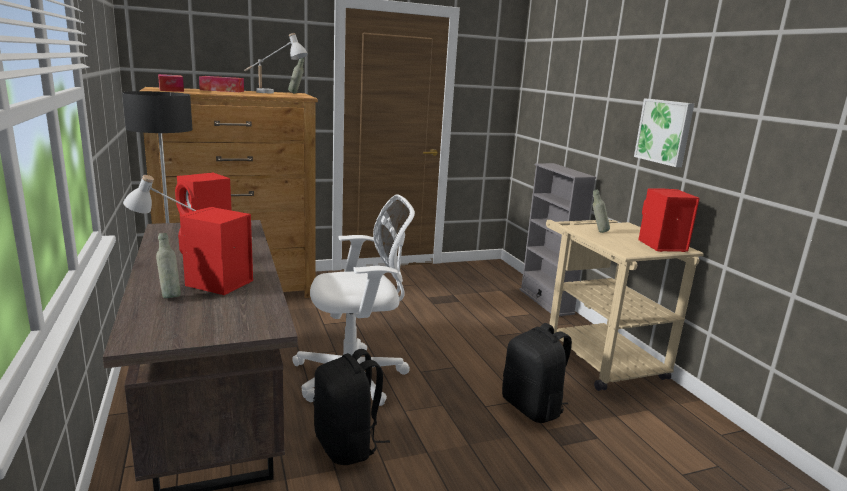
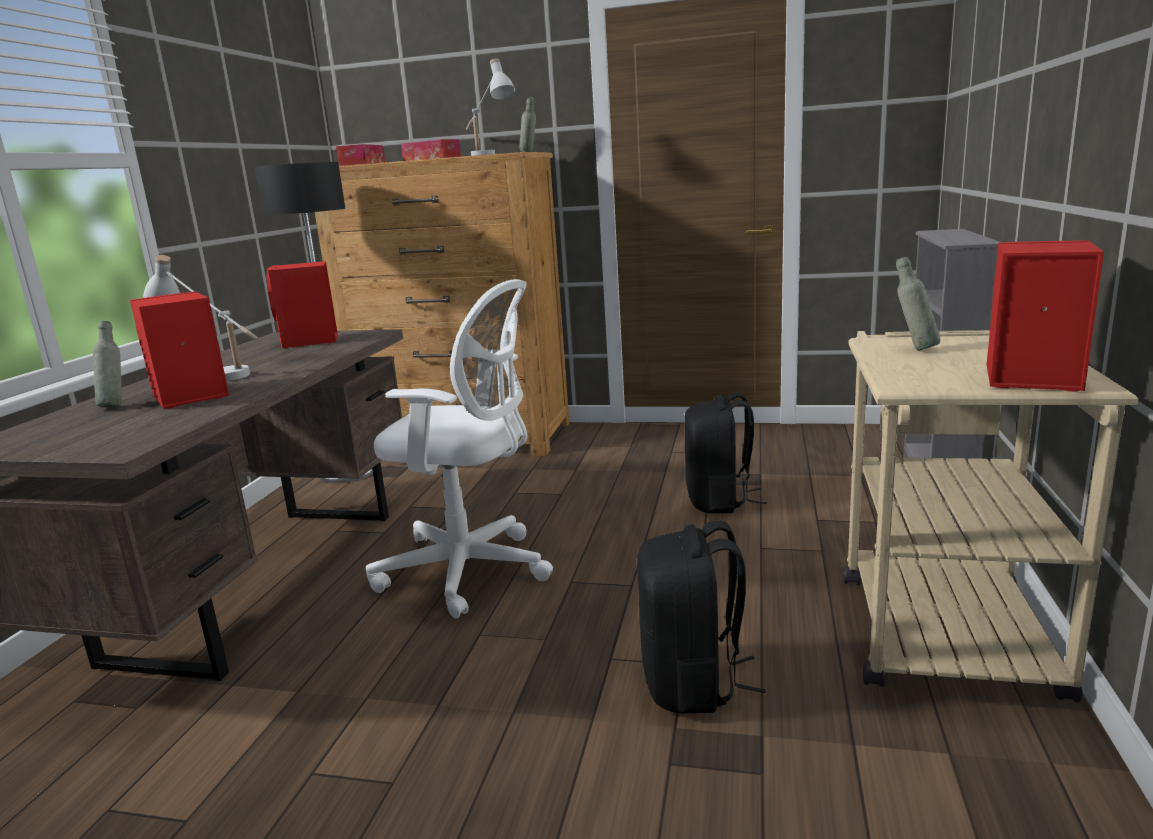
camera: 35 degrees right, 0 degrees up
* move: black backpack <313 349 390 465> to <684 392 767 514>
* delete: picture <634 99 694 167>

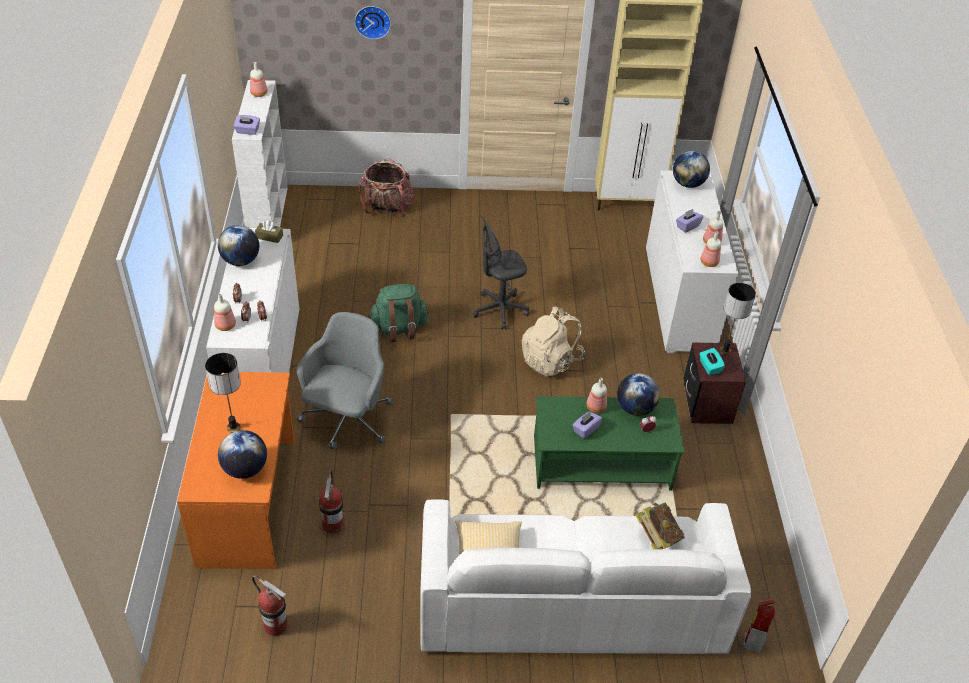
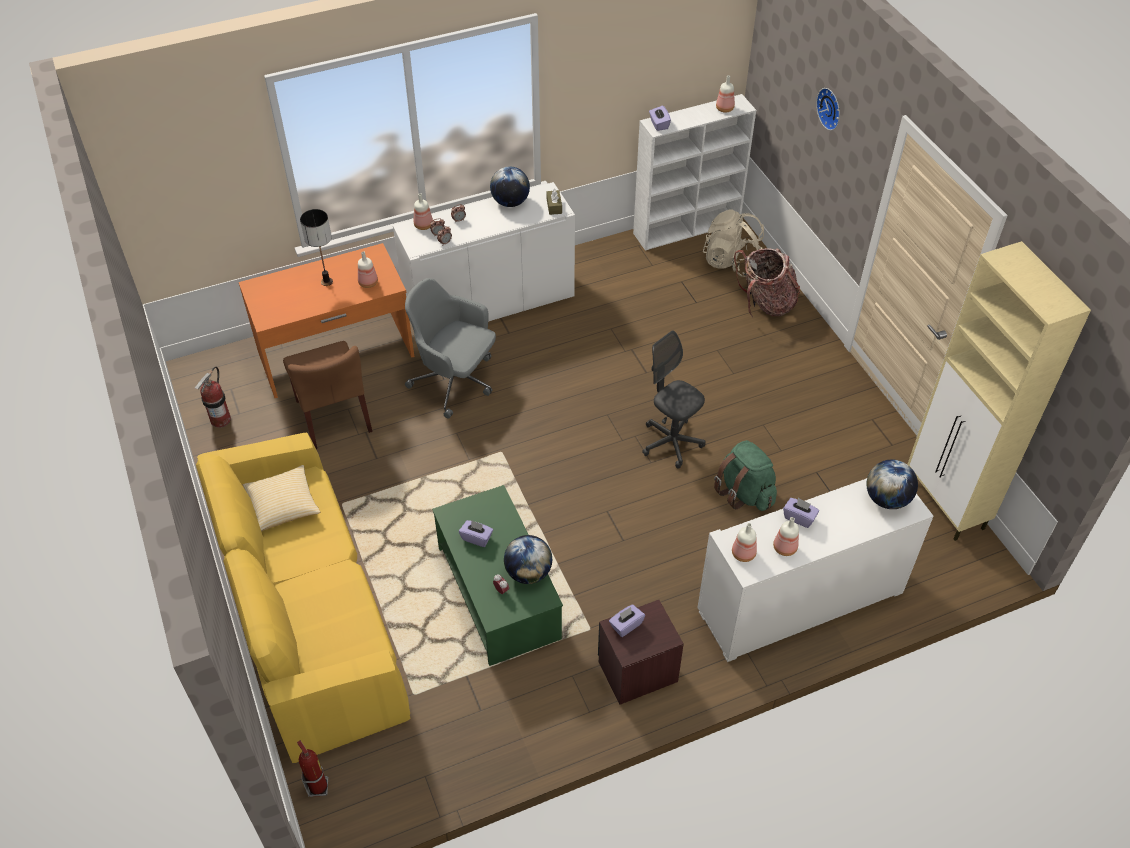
camera: 70 degrees right, 5 degrees up
* recolor: white sofa <420 500 751 654> to yellow sofa <196 433 411 763>
* replace: fire extinguisher <319 469 344 534> to brown chair <283 341 372 449>
* move: bottle <586 378 607 413> to <358 251 378 288>
* rotate: grey office chair <297 312 393 450> = <405 278 496 418> 150 degrees counterclockwise
* recolor: turquoise tissue box <699 348 725 375> to purple tissue box <609 604 645 637>
* move: beige backpack <522 307 585 377> to <703 209 764 277>
* move: green backpack <368 284 428 342> to <714 440 777 511>
* delete: globe <218 430 267 479>
* delete: book <635 502 685 549>
* delete: table lamp <720 283 756 355>

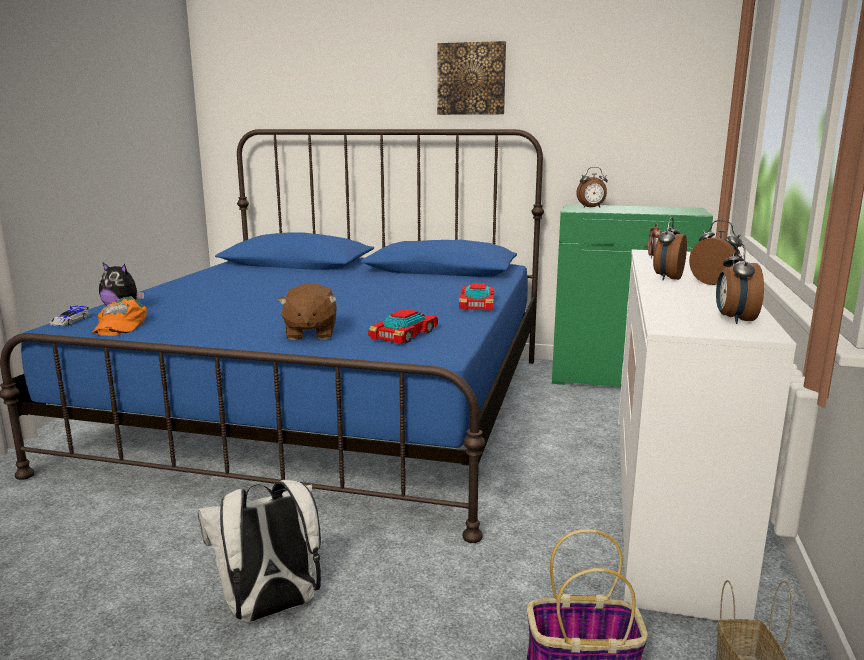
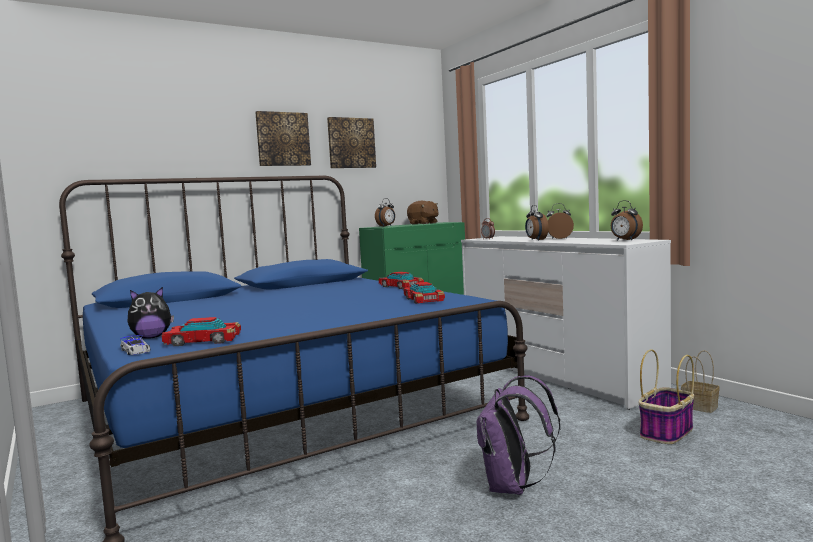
camera: 45 degrees left, 10 degrees down
* replace: orange cap <92 296 147 336> to toy car <162 317 241 346>
* insert: picture <327 117 376 168>
* move: brown plush toy <278 283 337 340> to <407 201 439 224>
* recolor: white backpack <198 480 321 622> to purple backpack <477 375 560 495>

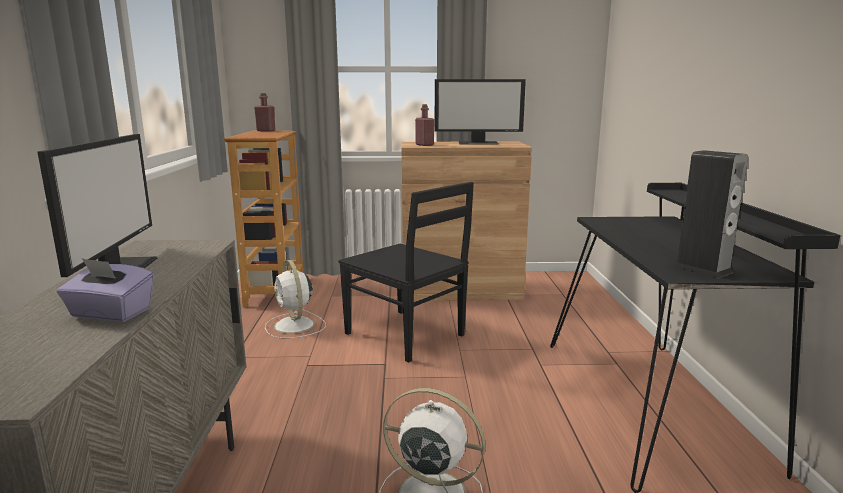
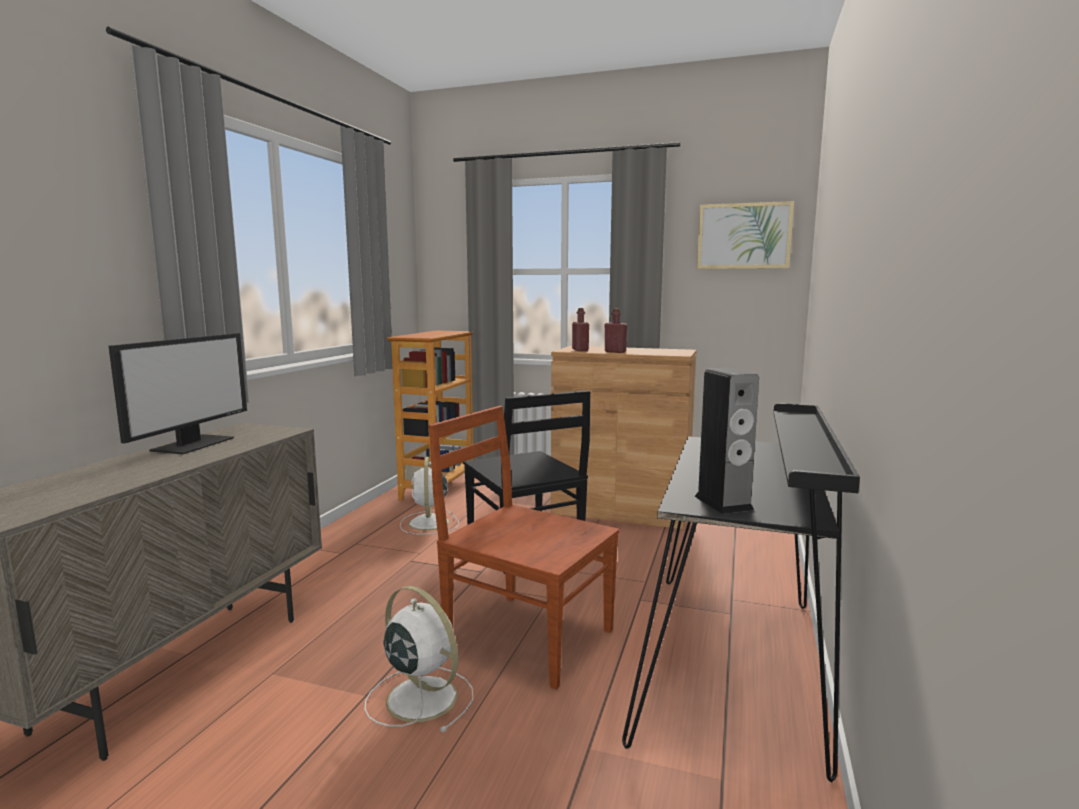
camera: 20 degrees right, 5 degrees down
* insert: brown chair <429 406 620 690>
* move: red bottle <254 93 275 132> to <605 309 627 353>
* insert: picture <697 201 794 269>
* delete: purple tissue box <57 258 154 322>
* delete: monitor <434 79 526 144>

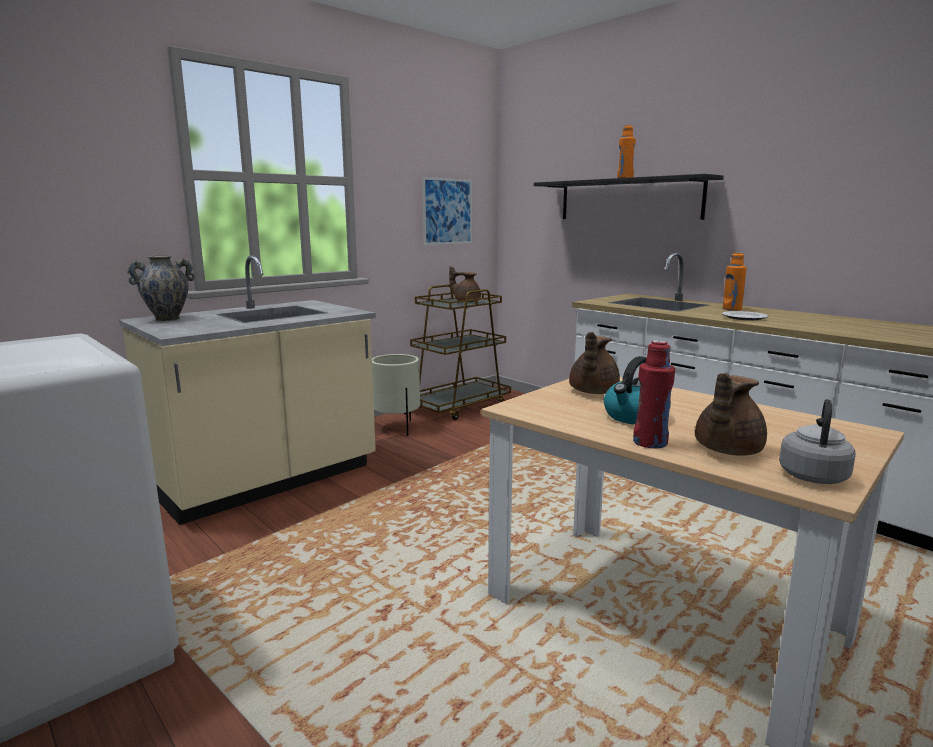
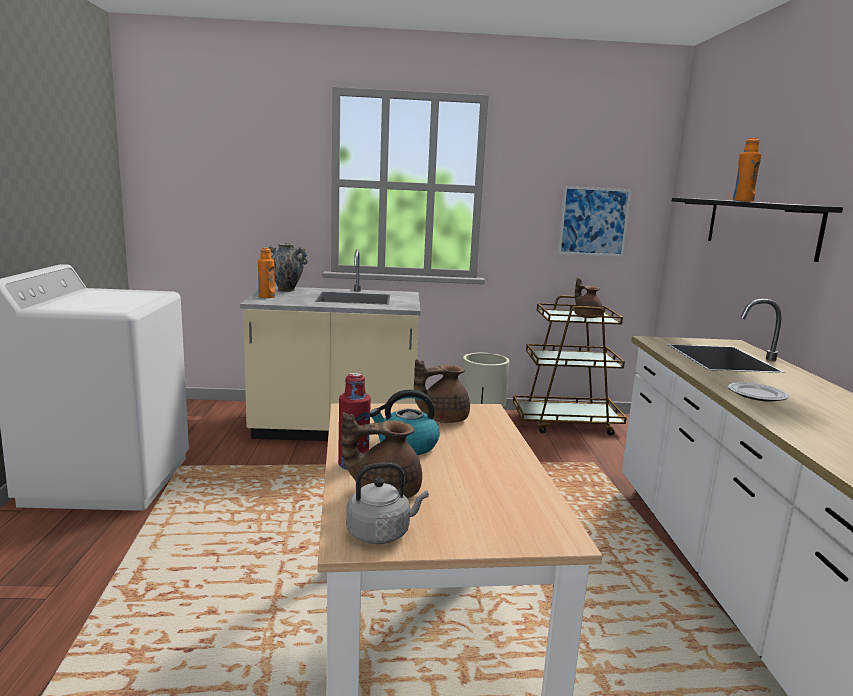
camera: 40 degrees right, 0 degrees up
* move: orange bottle <723 253 747 311> to <258 247 275 298>

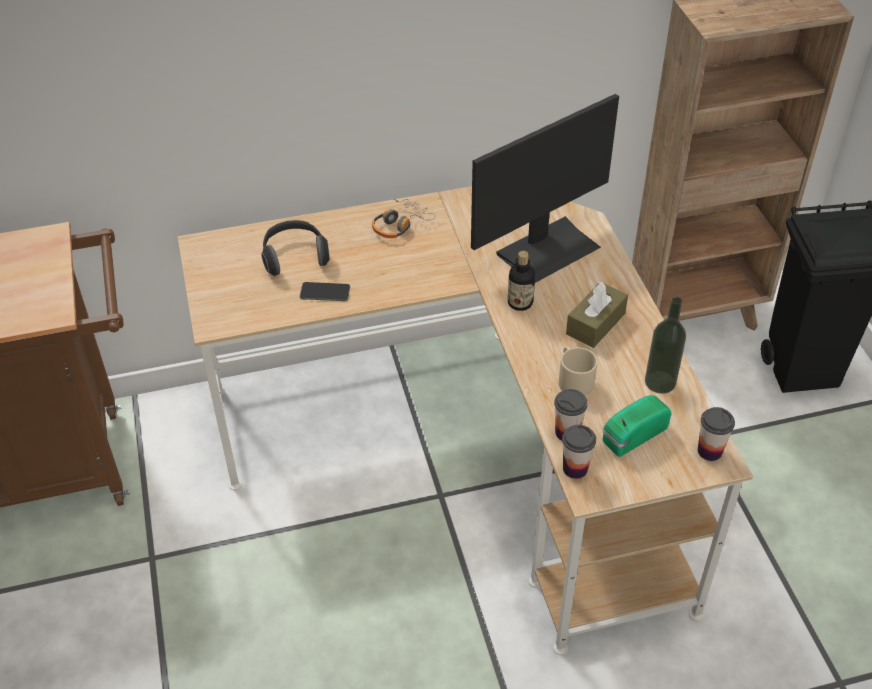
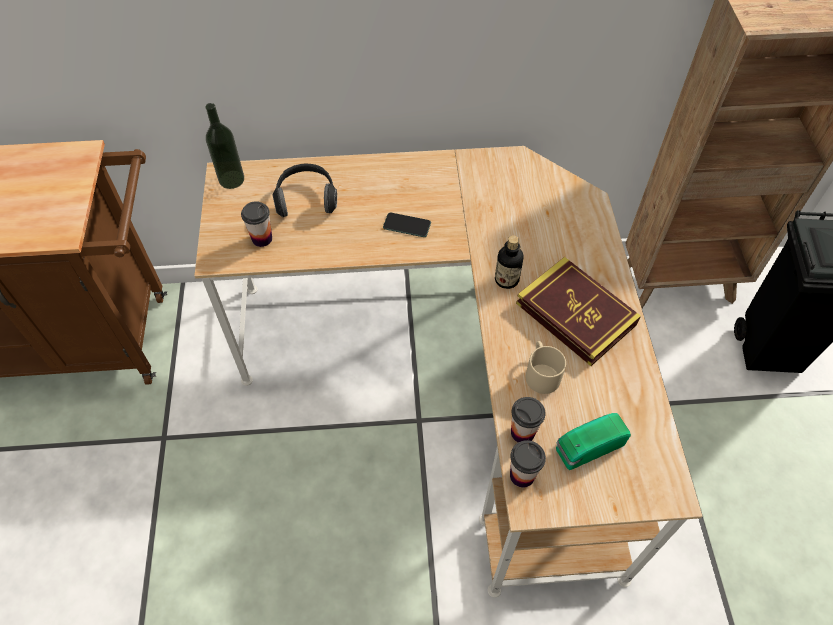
camera: 10 degrees right, 10 degrees up
* move: bottle <645 297 686 394> to <205 103 244 189>
* move: cup <698 407 735 461> to <241 201 272 247>
* move: phone <300 282 350 301> to <383 212 431 237>
* replace: brown tissue box <566 282 628 348> to book <516 257 641 366>
* delete: headphones <372 199 435 238>
* delete: monitor <471 94 619 283>

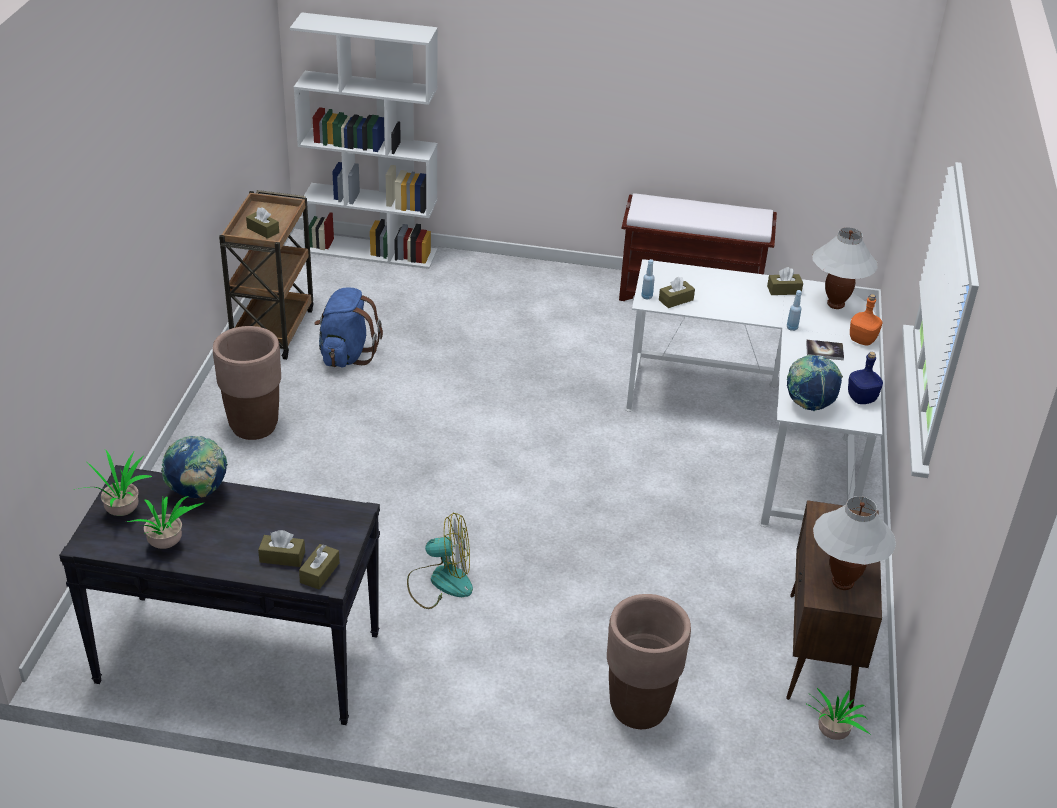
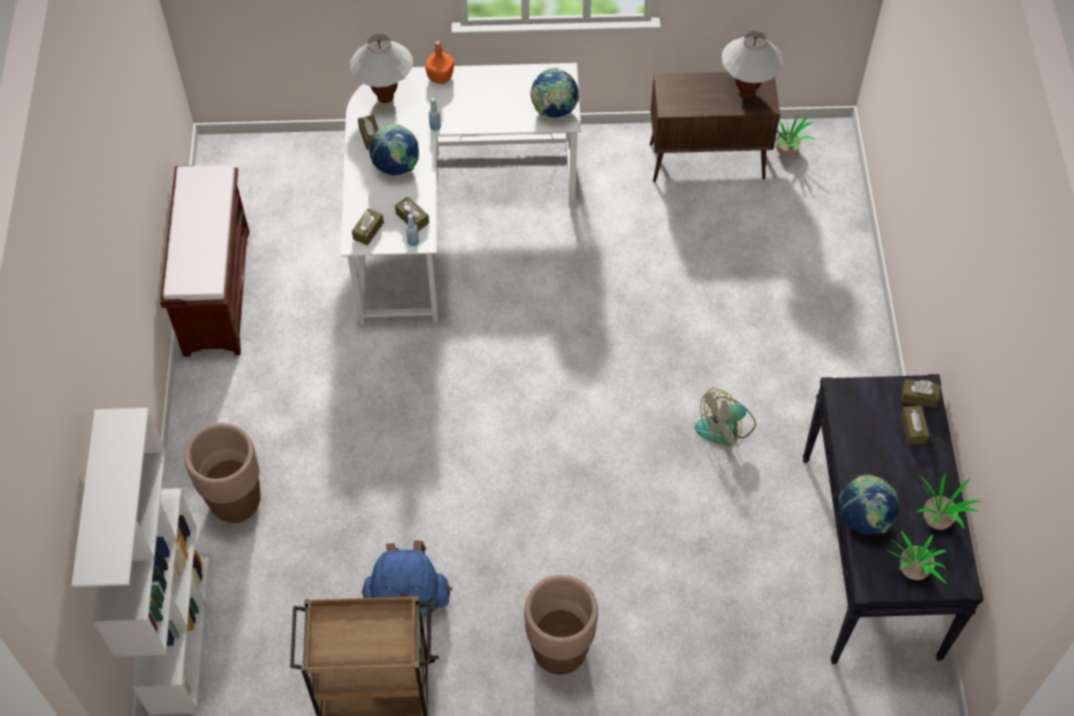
camera: 100 degrees left, 20 degrees up
* move: brown planter <607 594 691 729> to <184 423 261 523>
* move: brown tissue box <246 208 279 239> to <352 208 384 245>
* insert: globe <369 124 419 175>
* rotate: fan <407 512 473 609> = <695 388 756 446> 105 degrees counterclockwise
* delete: book <806 340 844 360>
* delete: blue bottle <848 352 883 404>

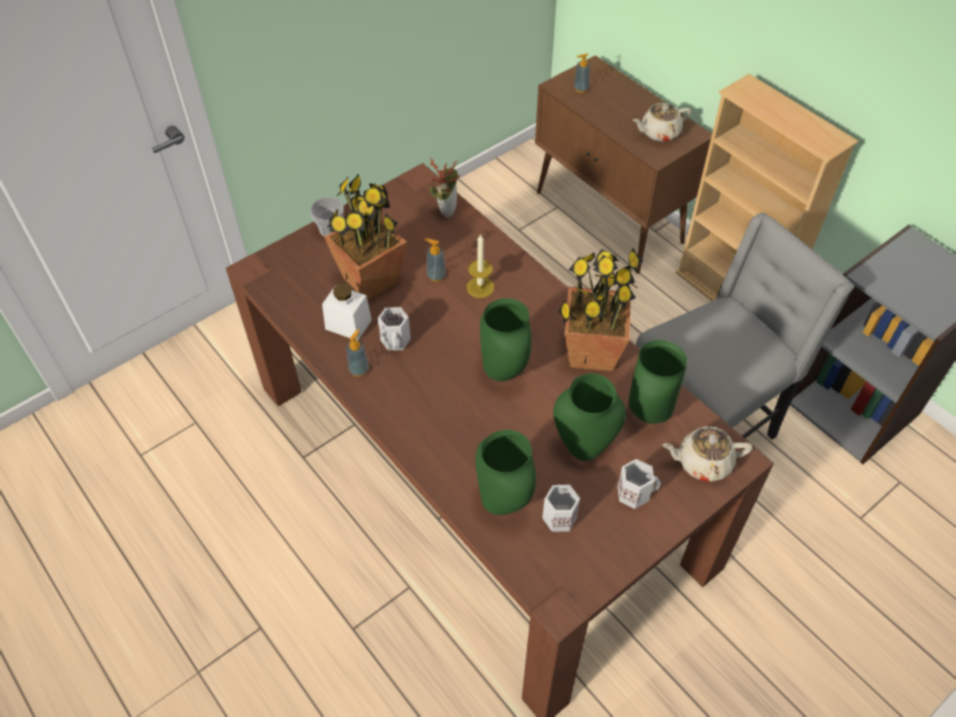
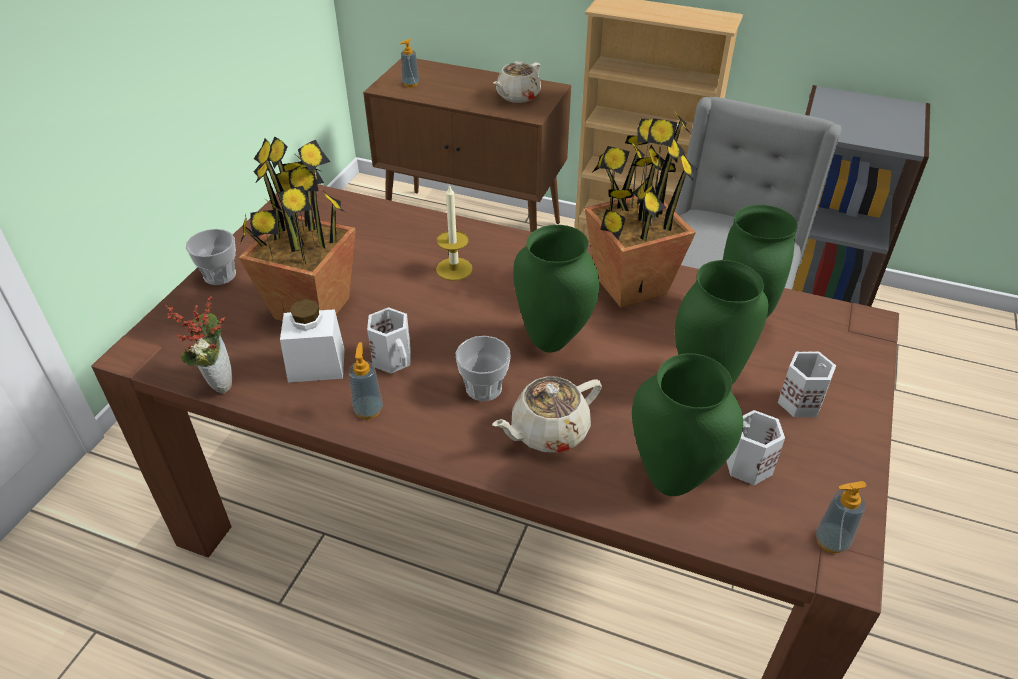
camera: 30 degrees left, 10 degrees down
* move: potted plant <430 157 460 218> to <165 296 232 394>
* insert: cup <456 336 511 401>
* move: beige teapot <662 426 753 482> to <492 376 602 453>
* move: soap dispenser <425 238 446 282> to <815 481 866 553>

